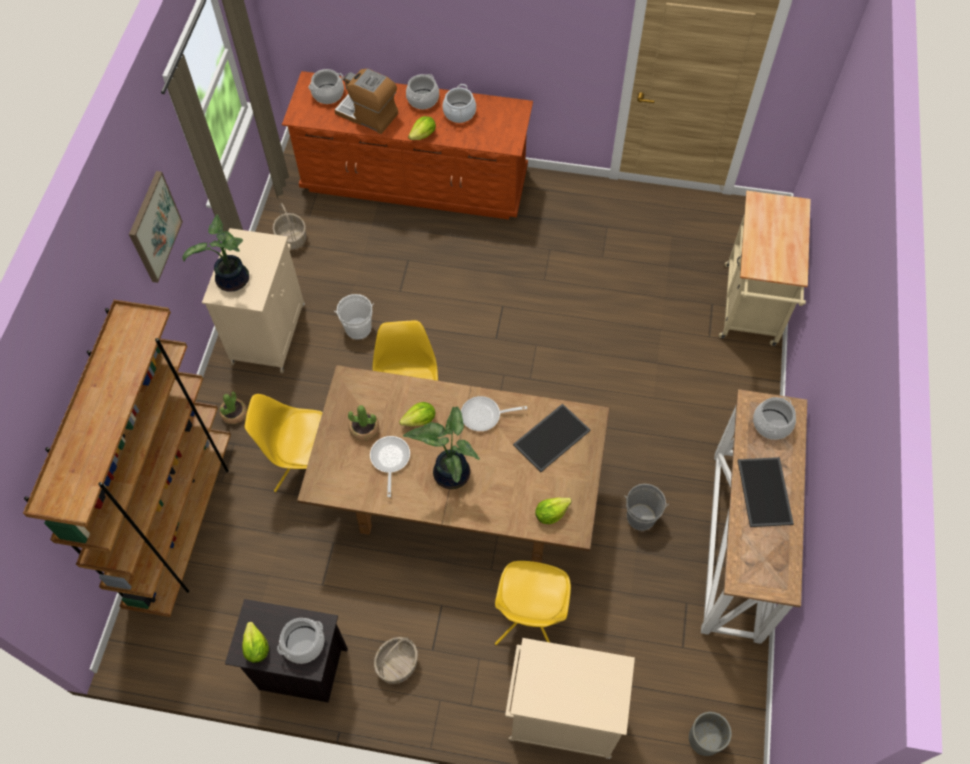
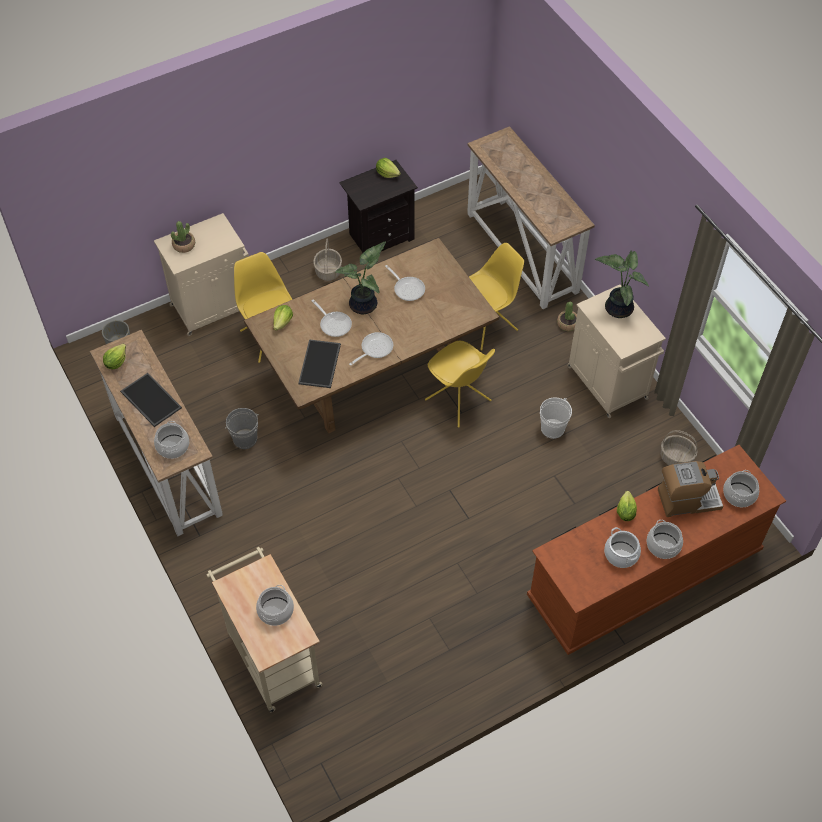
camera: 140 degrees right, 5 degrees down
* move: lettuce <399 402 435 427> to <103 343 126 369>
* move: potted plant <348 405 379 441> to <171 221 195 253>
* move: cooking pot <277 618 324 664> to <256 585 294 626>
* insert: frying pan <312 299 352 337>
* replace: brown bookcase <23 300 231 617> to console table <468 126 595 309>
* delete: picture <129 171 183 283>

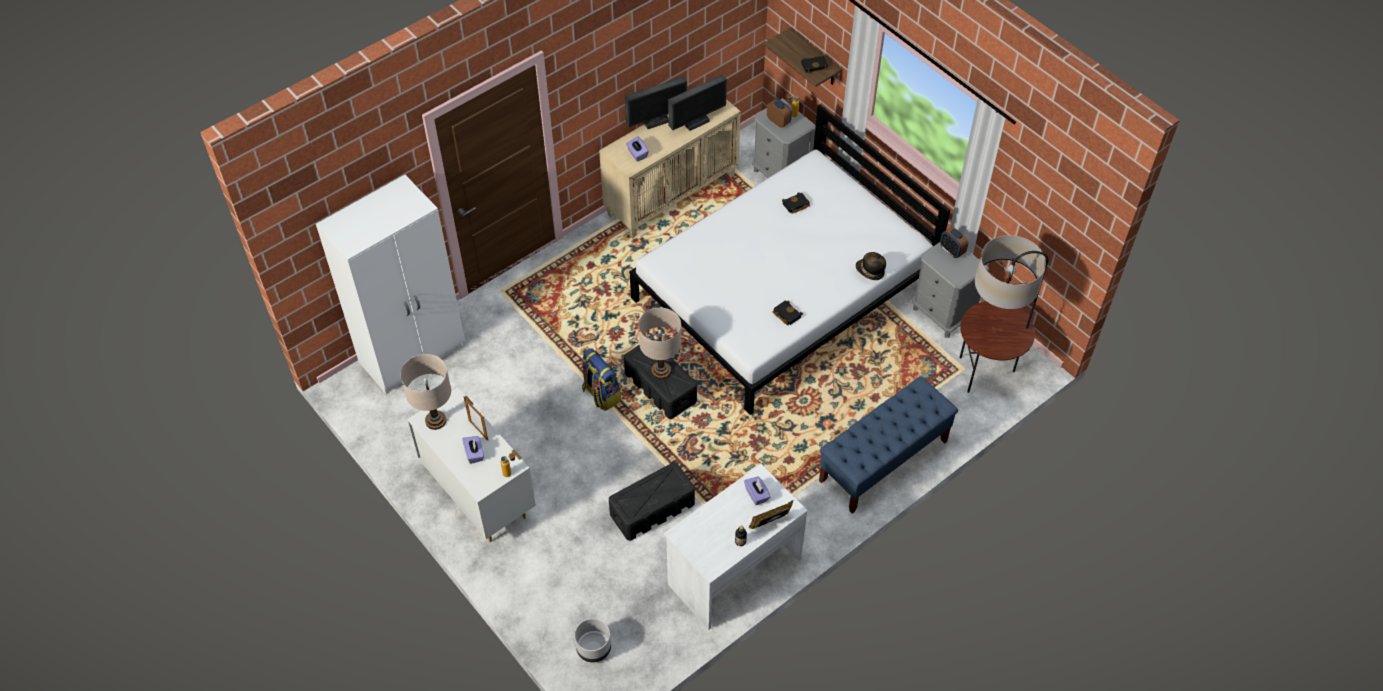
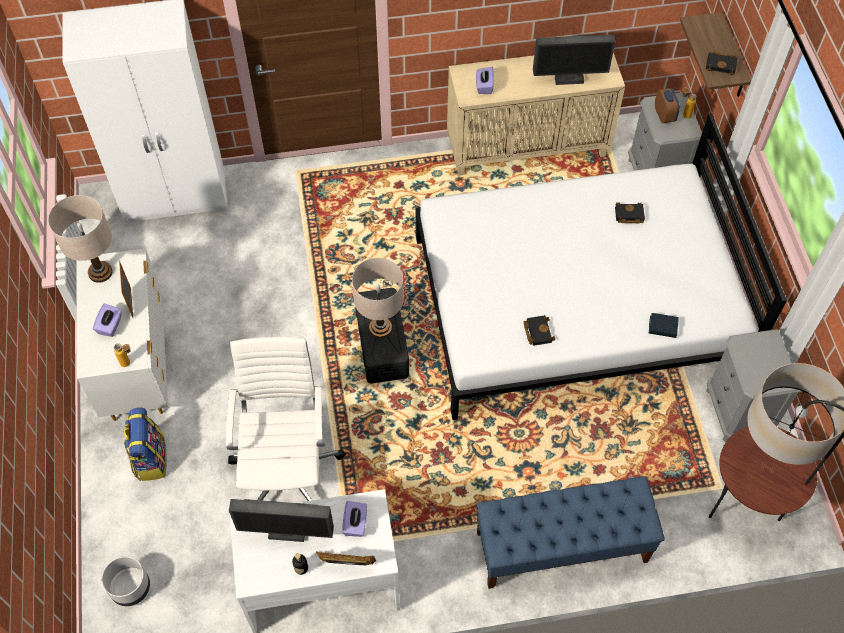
camera: 30 degrees right, 5 degrees up
* move: backpack <581 348 621 411> to <124 407 167 481>
* replace: black storage box <609 462 695 541> to white office chair <226 337 346 501>
* move: monitor <625 76 687 129> to <229 499 334 542>
* replace: hat <856 252 886 280> to book <649 313 679 338>
* delete: alarm clock <940 227 968 258>

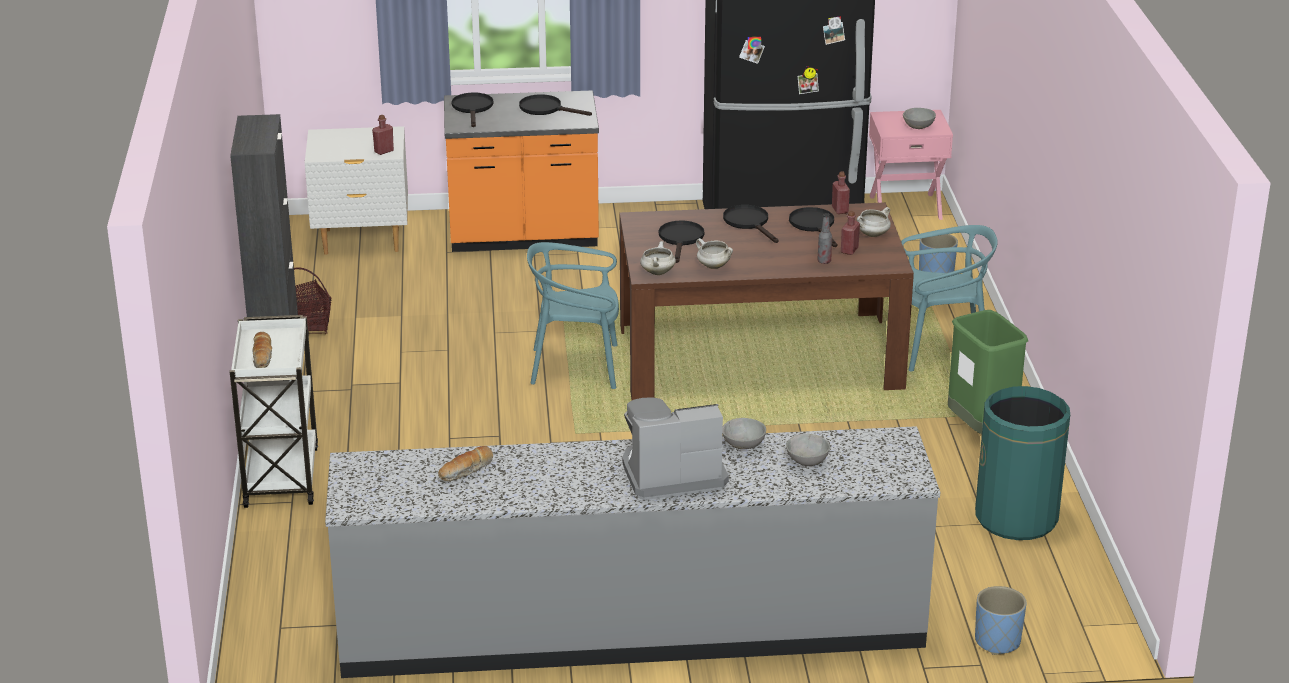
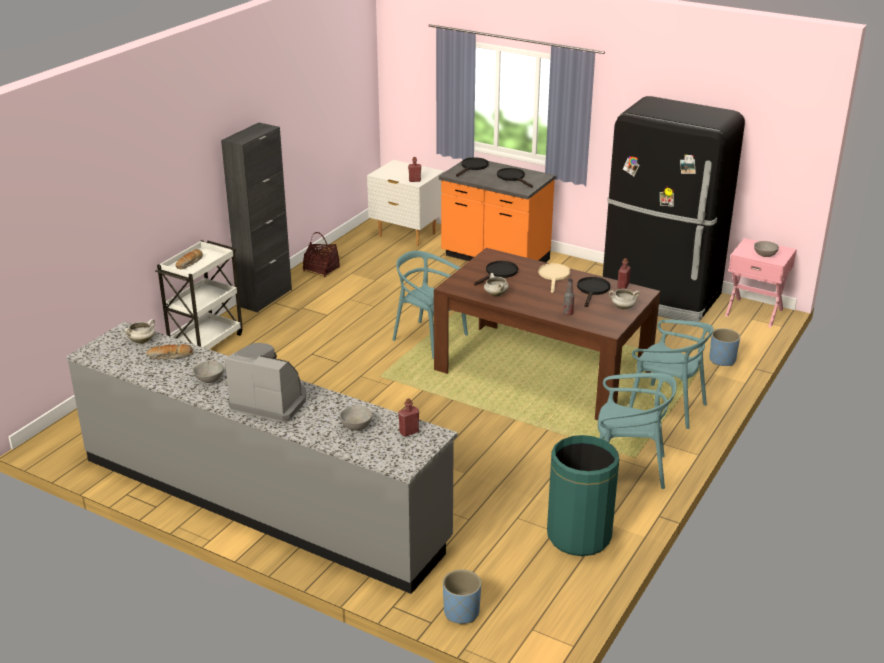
camera: 35 degrees right, 0 degrees up
* move: white cooking pot <640 241 676 275> to <125 319 155 344>
* move: grey bowl <722 418 766 449> to <193 361 224 383>
* move: red bottle <841 211 860 255> to <398 398 419 437>
* recolor: black frying pan <723 205 779 243> to beige frying pan <538 263 571 293>
* replace: green trash can <948 310 1028 434> to turquoise chair <598 373 676 489>

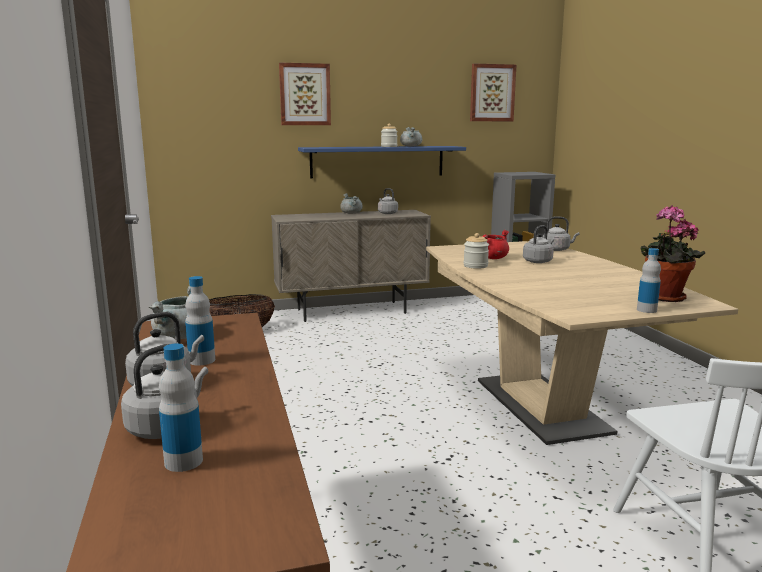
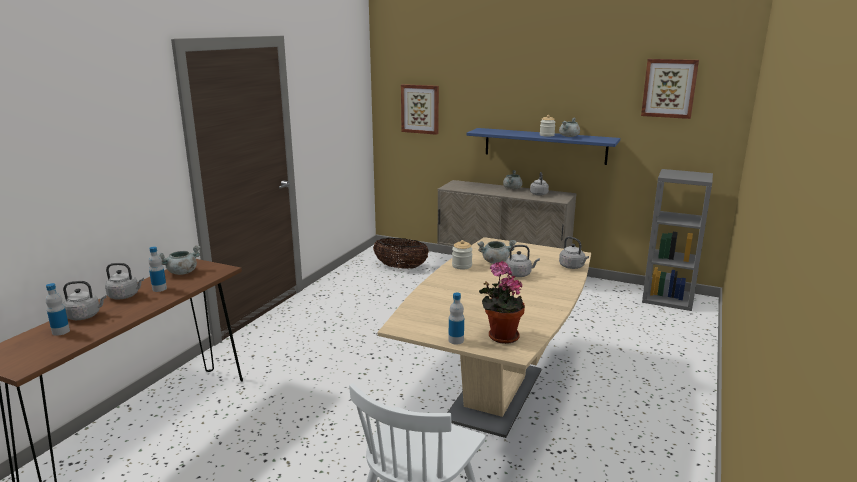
camera: 40 degrees right, 5 degrees up
* move: picture <279 62 331 125> to <401 84 439 135>
* recolor: red cooking pot <482 230 509 259> to grey cooking pot <477 240 516 264>

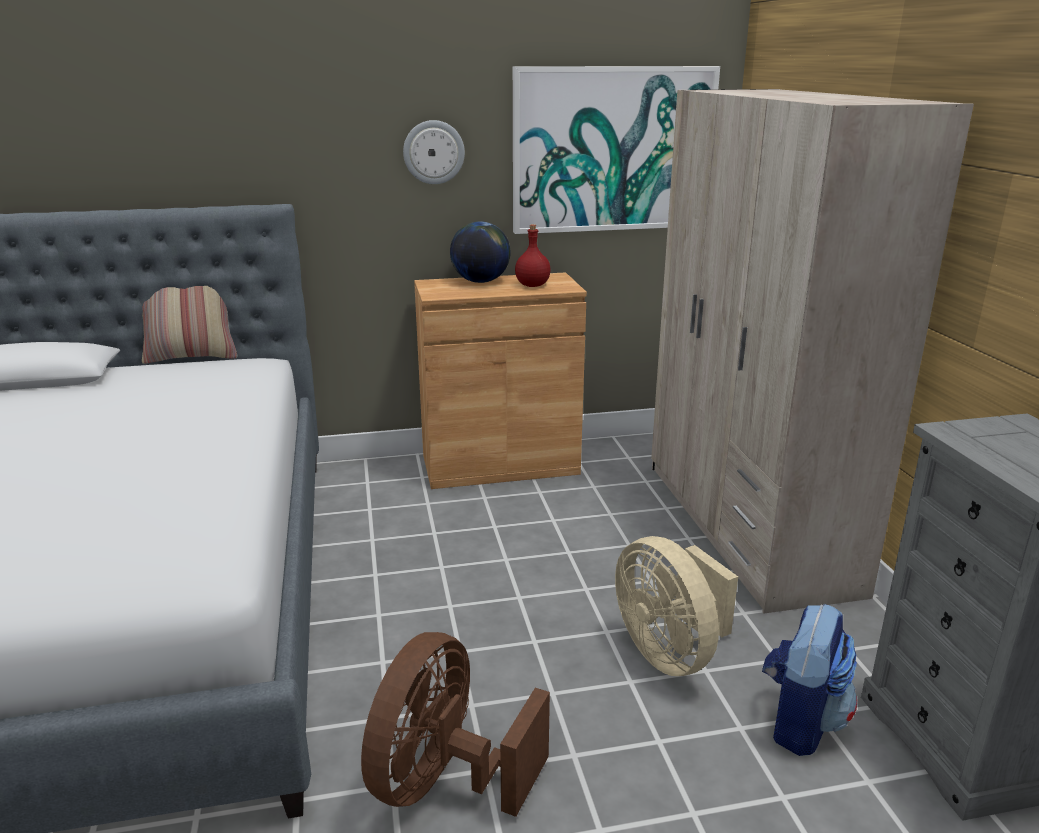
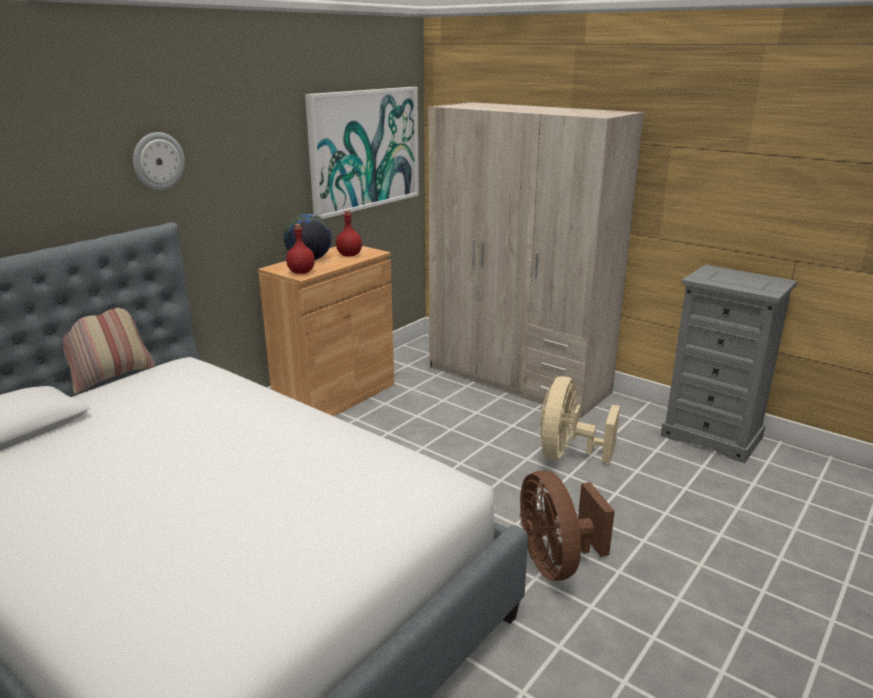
camera: 40 degrees left, 0 degrees up
* move: wall clock <403 120 465 184> to <133 132 185 190>
* insert: red bottle <286 224 315 274>
* rotate: beige fan <615 536 738 676> = <539 376 620 464> 90 degrees clockwise
* delete: backpack <762 604 857 756>

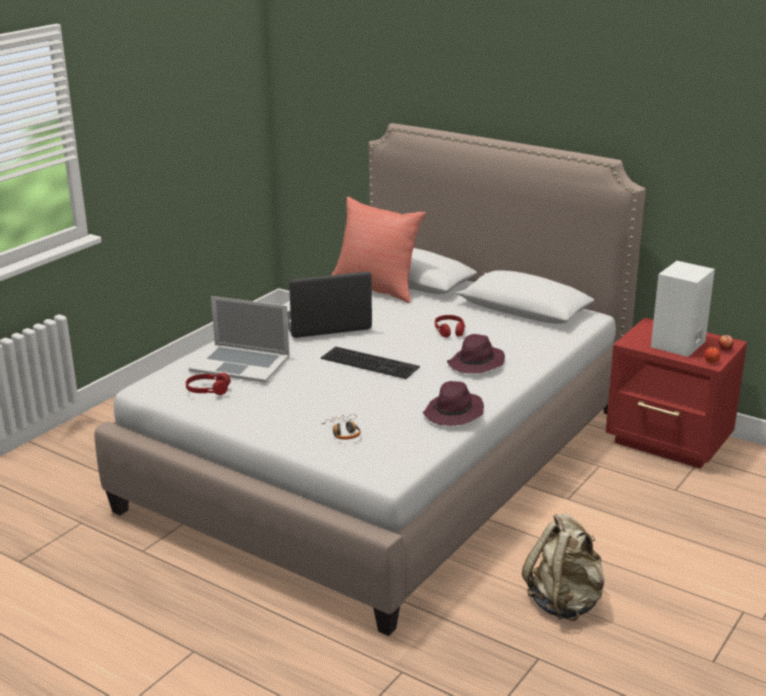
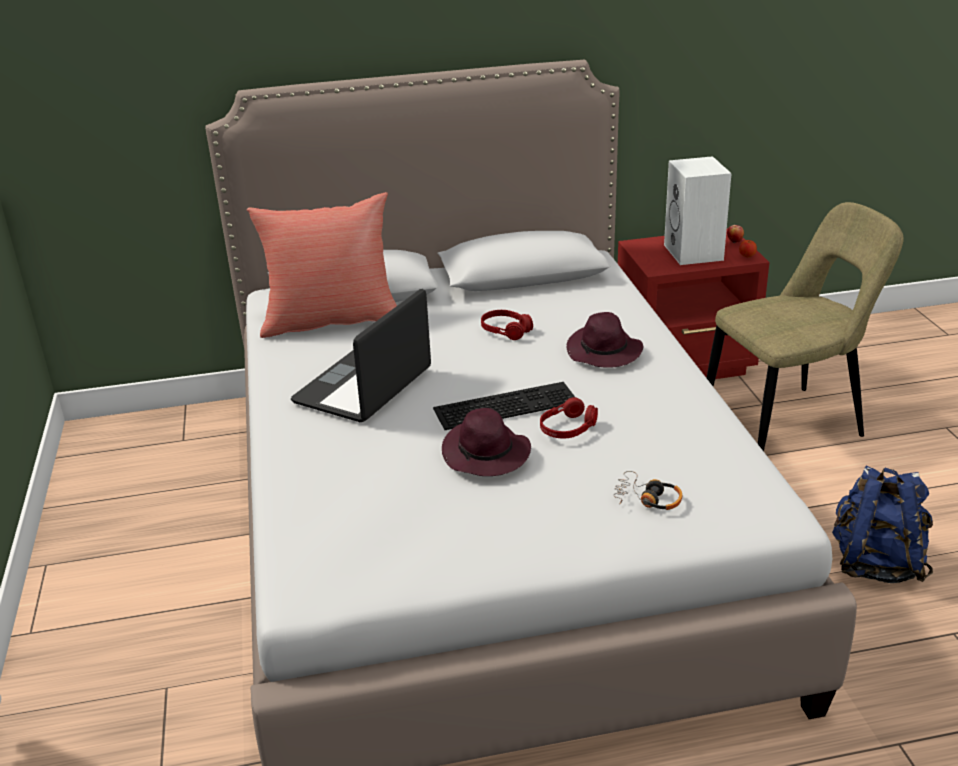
camera: 45 degrees left, 5 degrees up
* move: purple hat <423 381 484 426> to <442 408 531 476>
* move: red headphones <186 373 231 395> to <540 397 598 439>
* insert: beige chair <707 202 904 451>
* recolor: beige backpack <522 514 605 621> to blue backpack <832 465 933 583>
* delete: laptop <189 296 290 383>

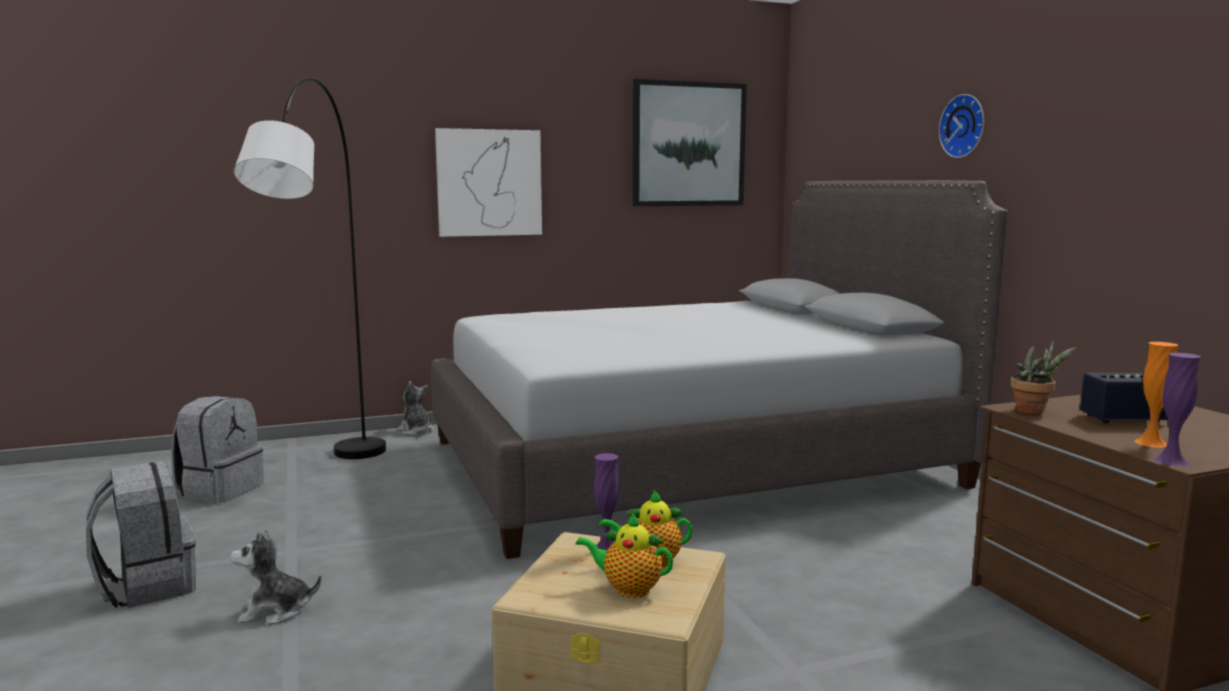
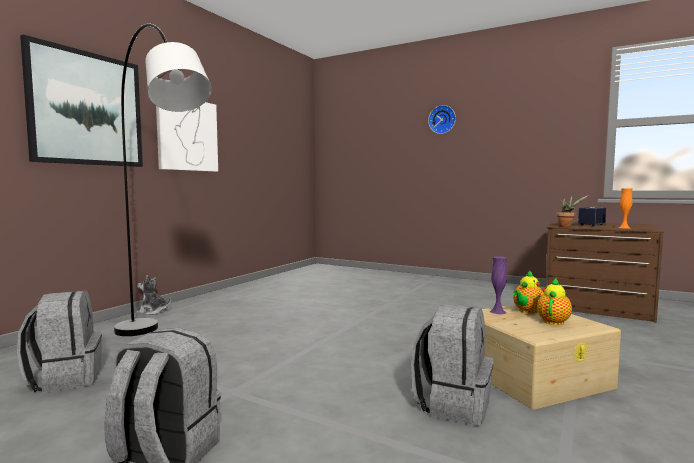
camera: 40 degrees left, 5 degrees down
* move: picture <632 79 747 206> to <20 34 143 167>
* insert: grey backpack <411 305 493 425>
* rotate: teapot <576 513 673 598> = <537 278 572 325> 150 degrees clockwise
* delete: plush toy <230 530 321 625>
* delete: grey bed <431 180 1008 559>
* delete: purple vase <1153 353 1201 466>

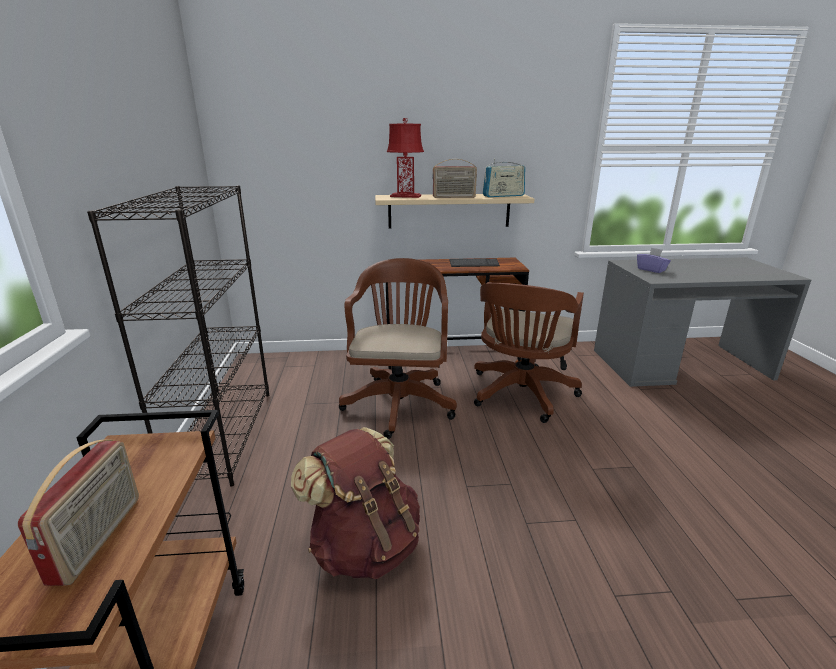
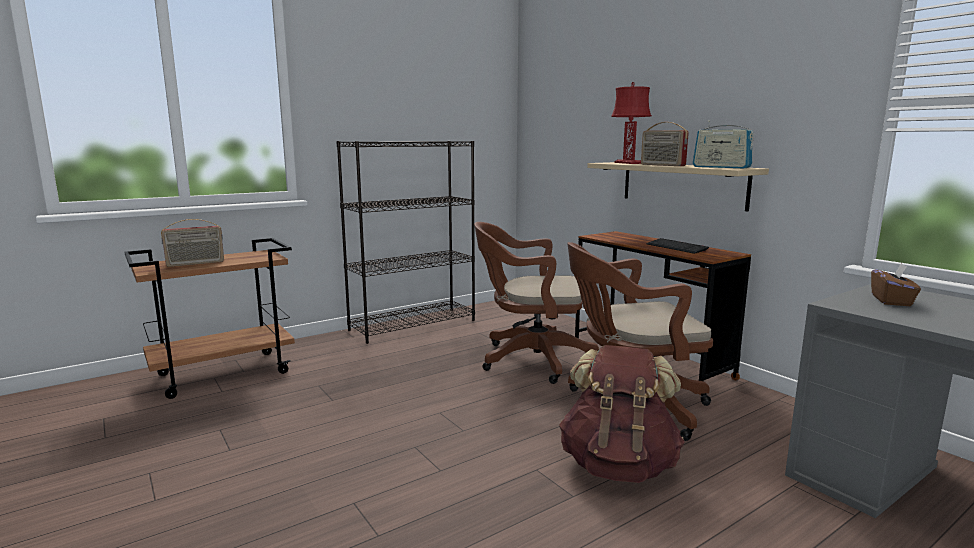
camera: 60 degrees right, 10 degrees down
* rotate: brown office chair <339 258 457 439> = <474 222 599 384> 150 degrees counterclockwise
* move: brown backpack <291 427 420 579> to <559 345 685 483>
* recolor: purple tissue box <637 247 671 273> to brown tissue box <871 263 921 306>

